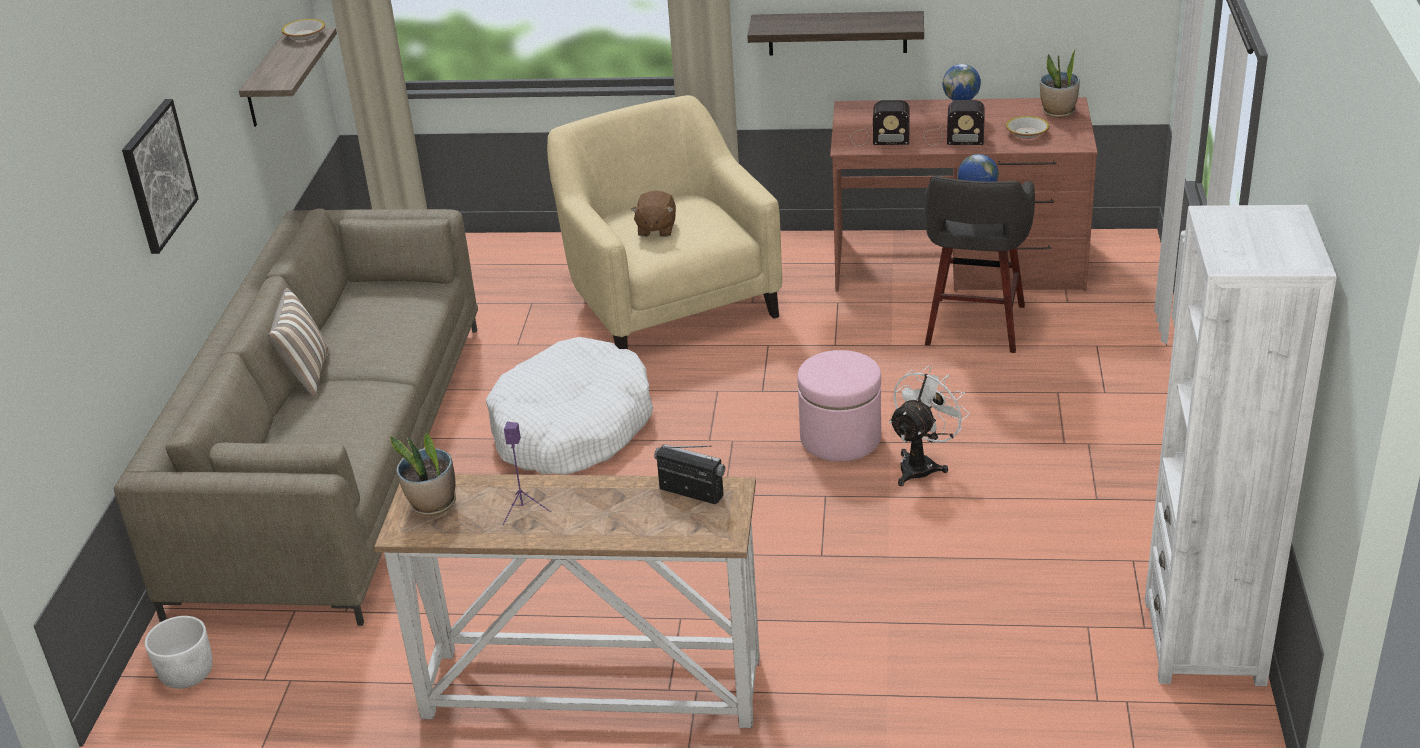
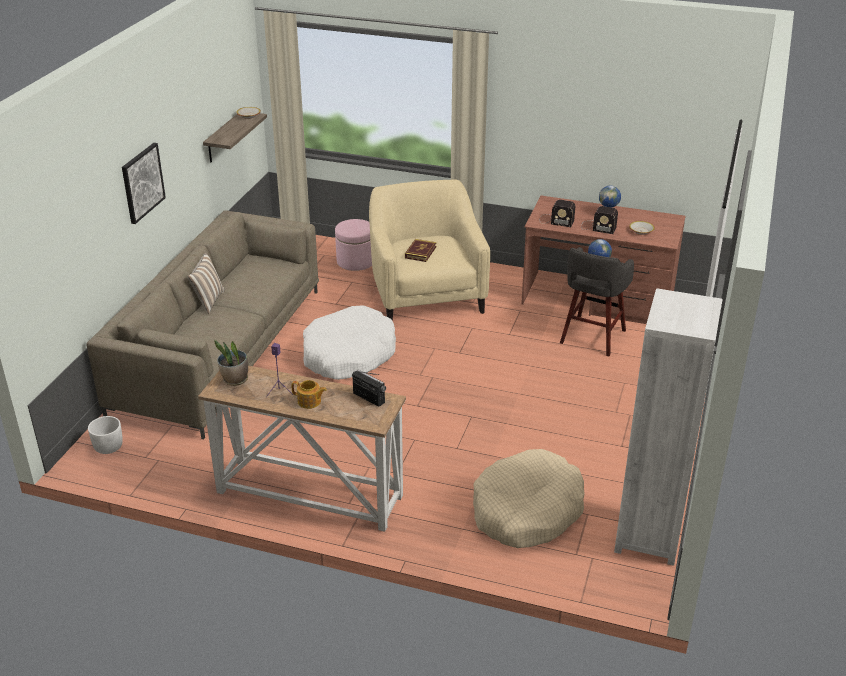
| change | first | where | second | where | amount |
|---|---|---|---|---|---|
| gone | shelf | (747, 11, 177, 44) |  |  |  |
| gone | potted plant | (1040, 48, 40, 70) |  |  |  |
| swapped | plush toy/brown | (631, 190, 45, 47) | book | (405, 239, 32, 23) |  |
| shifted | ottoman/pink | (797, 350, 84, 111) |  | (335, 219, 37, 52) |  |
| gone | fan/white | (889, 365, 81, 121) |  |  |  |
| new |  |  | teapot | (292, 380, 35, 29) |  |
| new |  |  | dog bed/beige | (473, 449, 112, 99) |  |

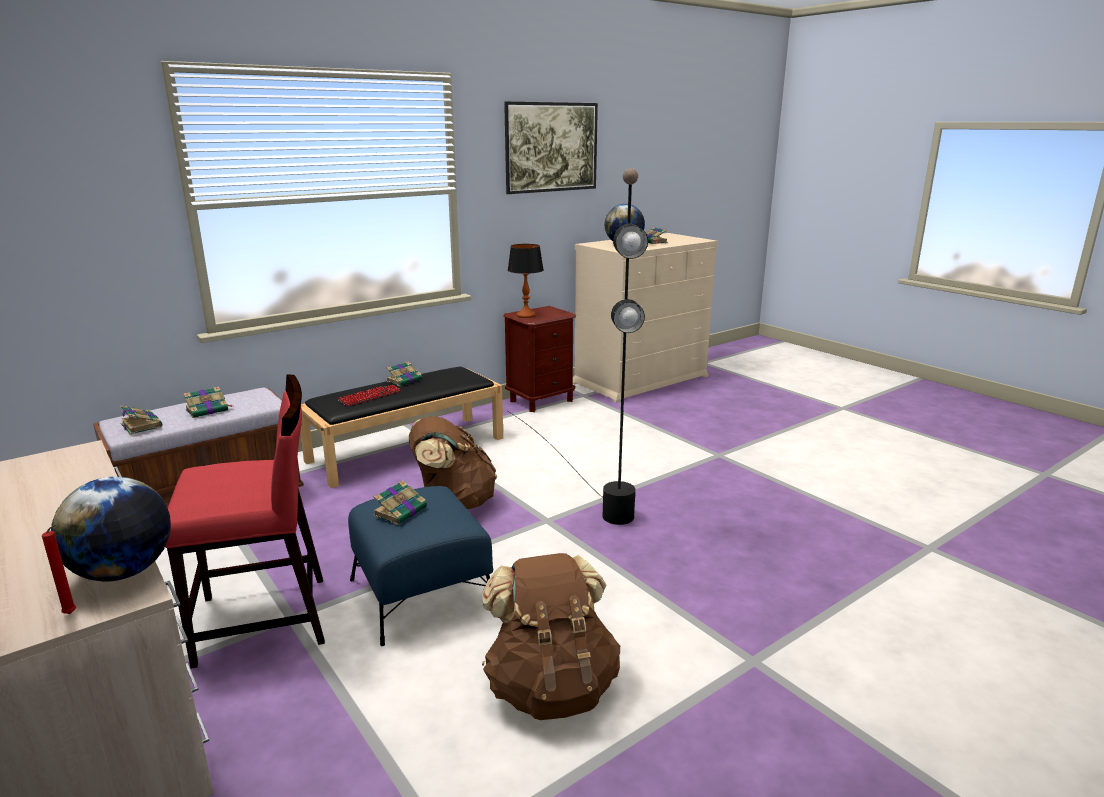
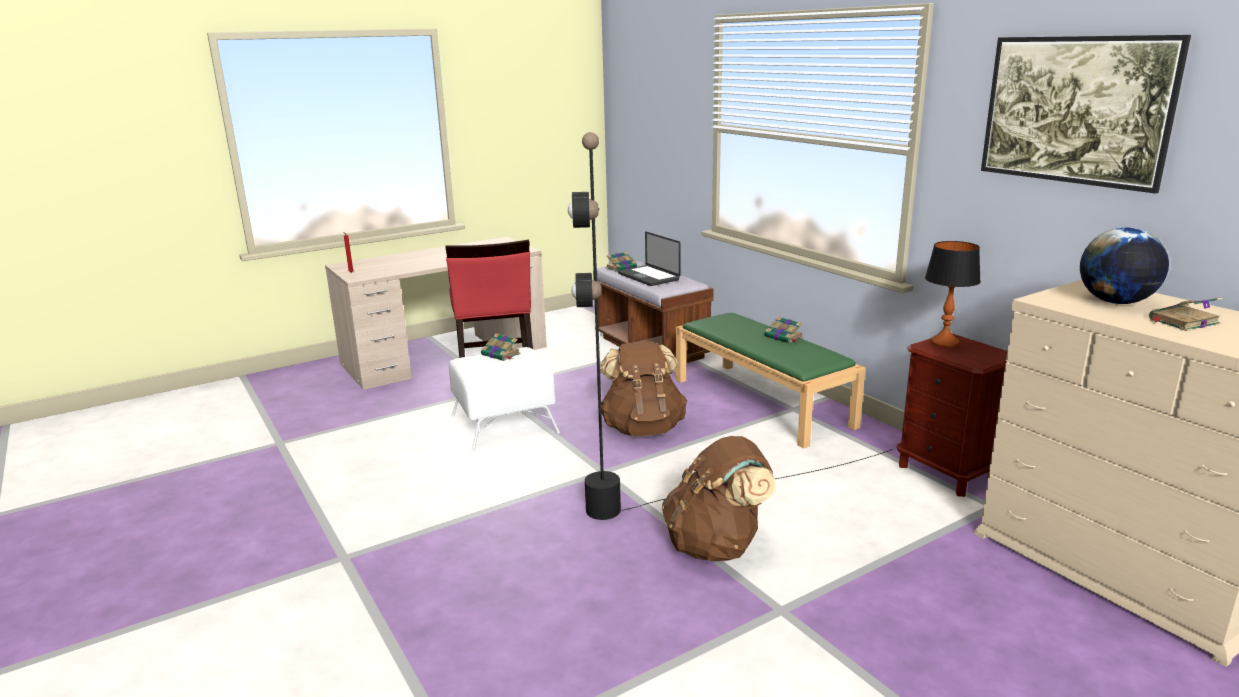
| change | first | where | second | where | amount |
|---|---|---|---|---|---|
| repainted | bench/black | (300, 366, 203, 122) | bench/green | (676, 313, 189, 136) |  |
| gone | keyboard | (338, 385, 64, 21) |  |  |  |
| swapped | book | (183, 387, 49, 31) | laptop | (618, 232, 63, 54) |  |
| gone | globe | (51, 477, 120, 105) |  |  |  |
| repainted | ottoman/blue | (348, 486, 145, 160) | ottoman/white | (449, 347, 111, 105) |  |
| shifted | backpack/brown | (482, 553, 138, 167) |  | (662, 436, 114, 125) |  |

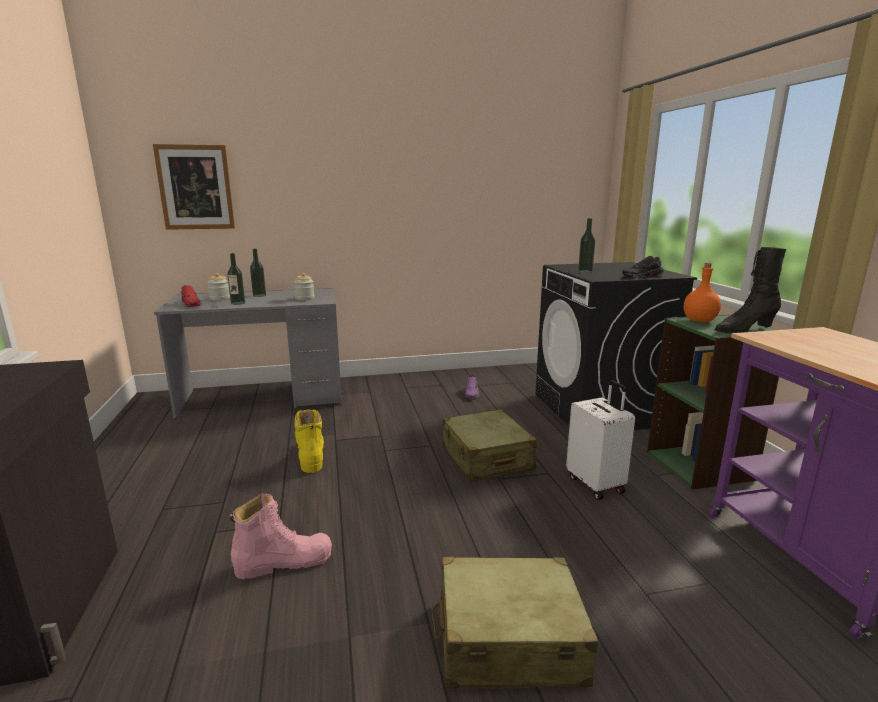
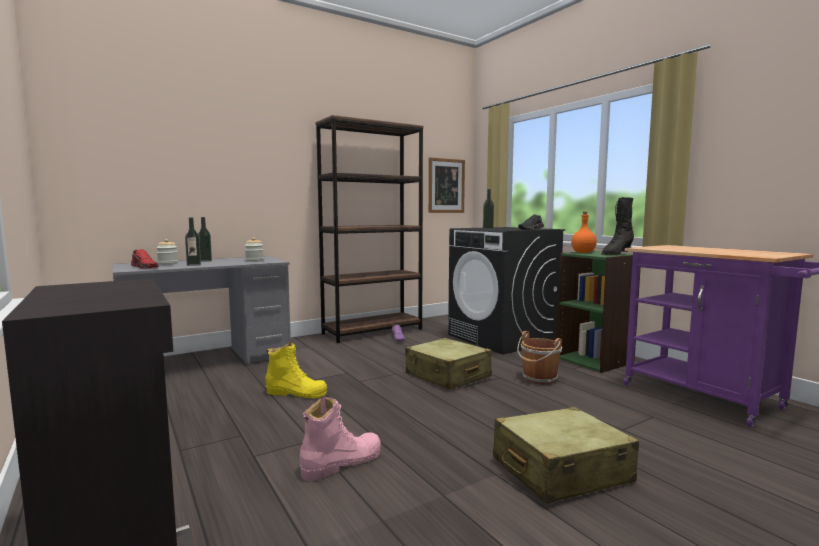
| change | first | where | second | where | amount |
|---|---|---|---|---|---|
| shifted | picture | (153, 144, 82, 86) |  | (429, 157, 36, 56) |  |
| swapped | suitcase/white | (566, 380, 69, 120) | bucket/brown | (517, 331, 45, 53) |  |
| rotated | boot/yellow | (295, 410, 29, 63) |  | (266, 343, 61, 56) | 135 degrees clockwise |
| new |  |  | bookcase/brown | (316, 115, 108, 228) |  |

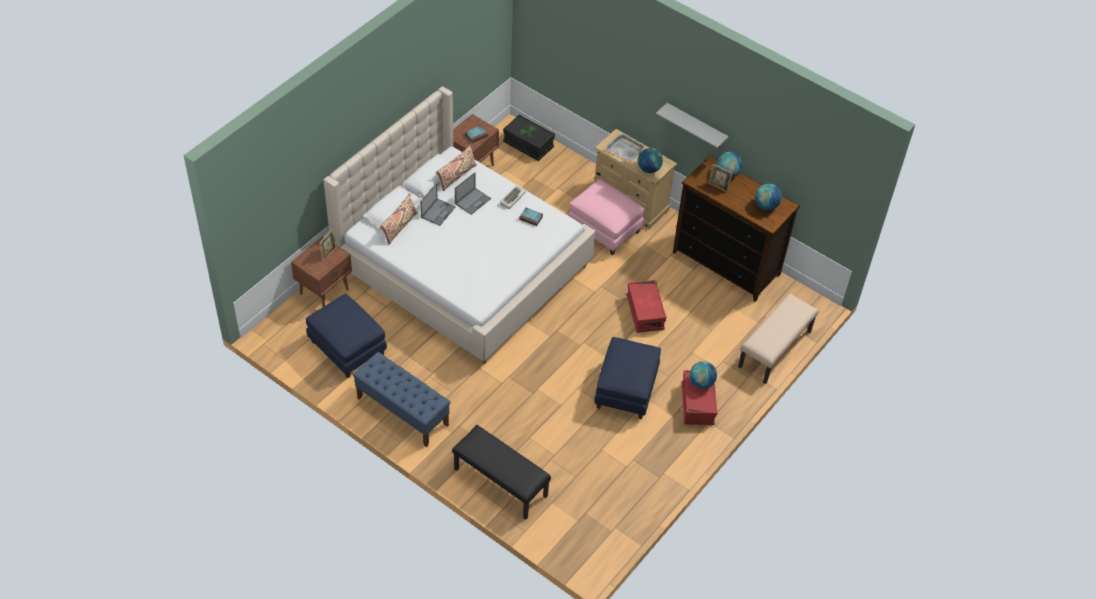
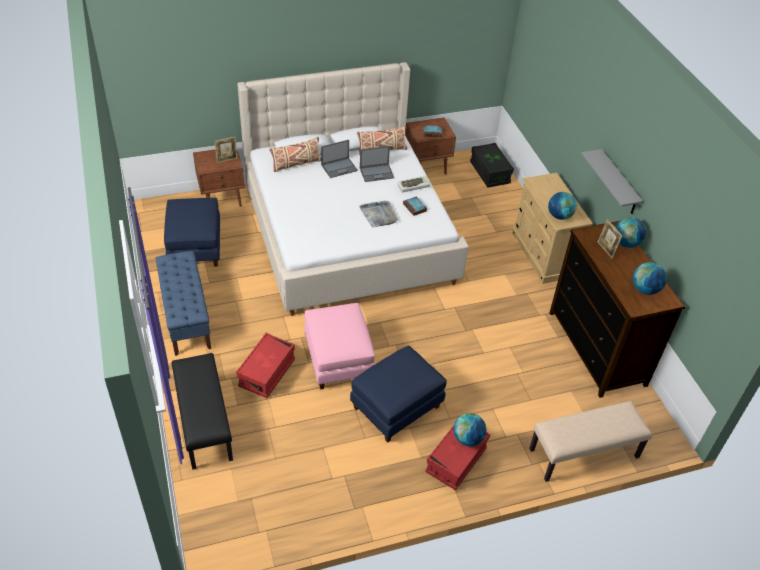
| change | first | where | second | where | amount |
|---|---|---|---|---|---|
| shifted | tray/grey | (606, 134, 38, 27) |  | (359, 201, 39, 26) |  |
| shifted | ottoman/pink | (568, 179, 77, 76) |  | (304, 303, 71, 87) |  |
| shifted | storage box/red | (627, 280, 40, 53) |  | (236, 333, 59, 65) |  |

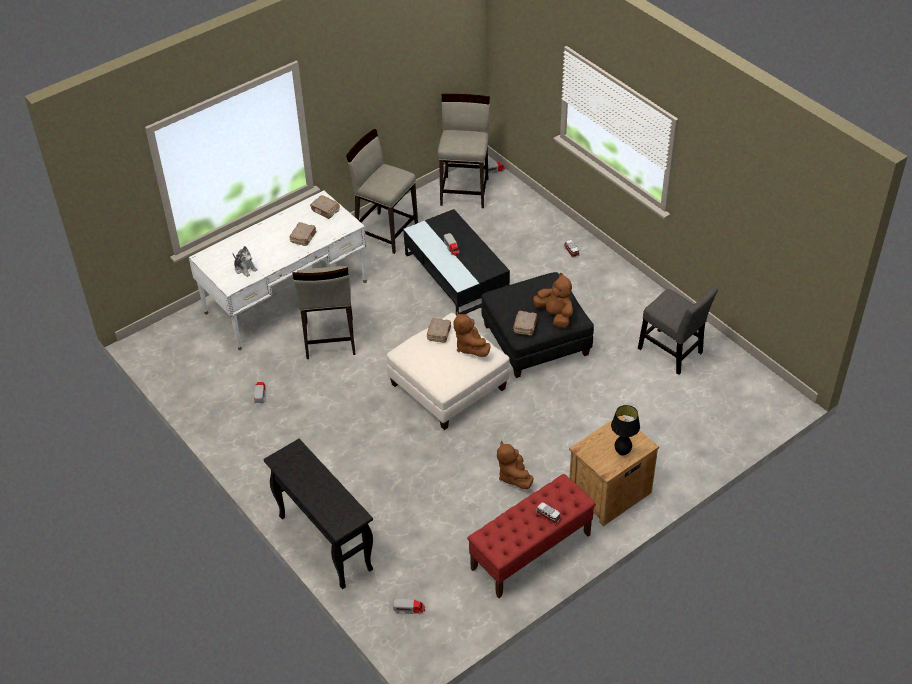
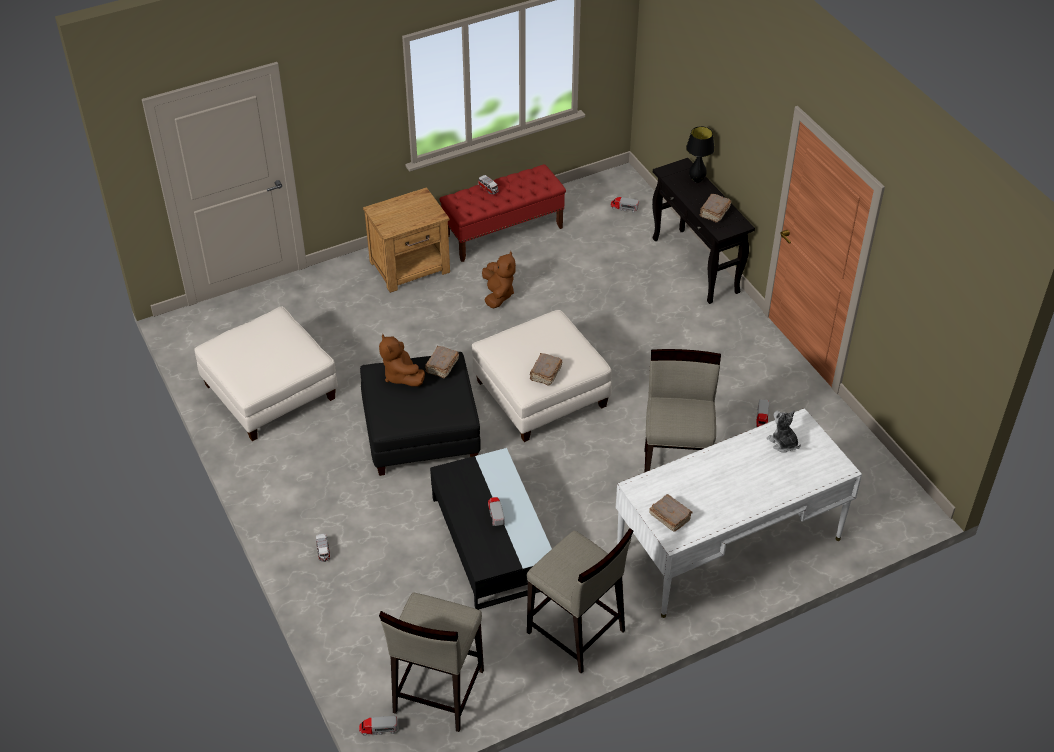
| change | first | where | second | where | amount |
|---|---|---|---|---|---|
| shifted | book/brown | (289, 222, 27, 24) |  | (700, 194, 31, 29) |  |
| swapped | chair/grey | (638, 286, 80, 89) | ottoman/white | (194, 306, 144, 135) |  |
| gone | plush toy/brown | (454, 312, 37, 45) |  |  |  |
| shifted | table lamp/black | (611, 405, 29, 50) |  | (686, 126, 29, 57) |  |

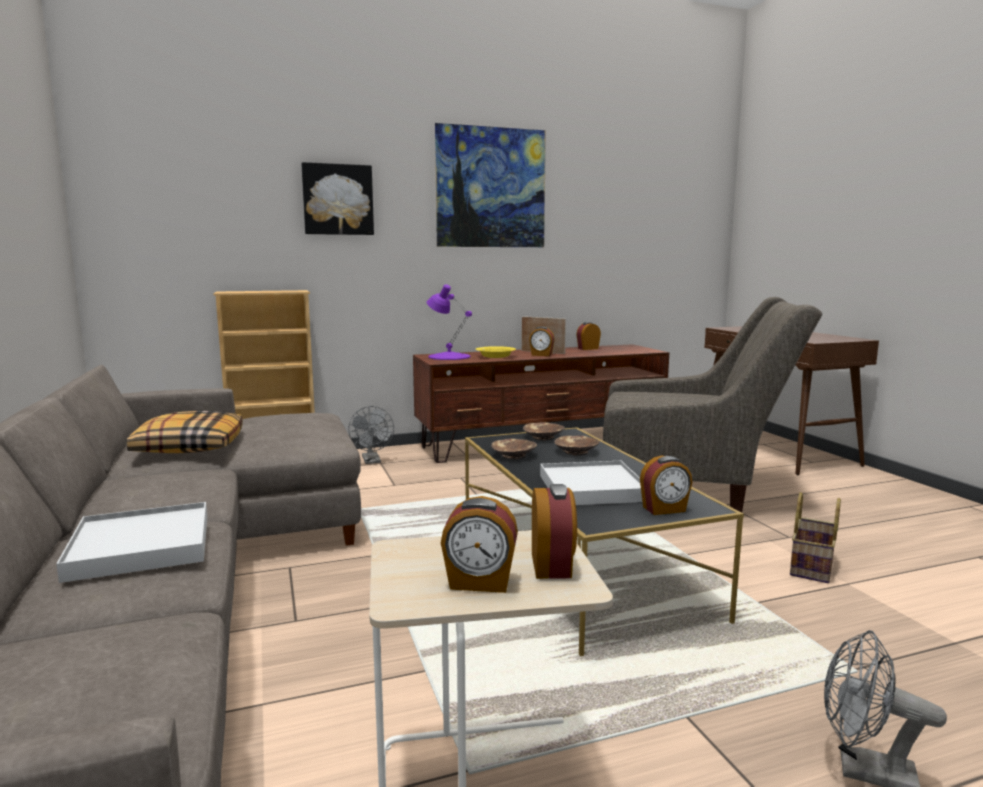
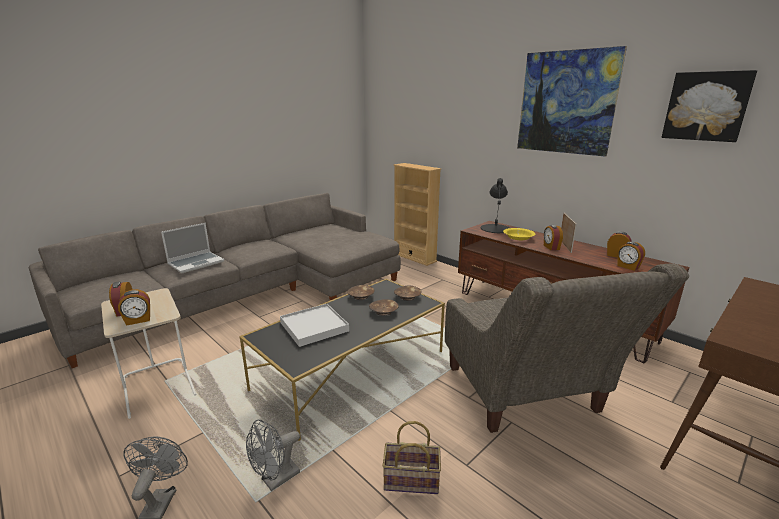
| change | first | where | second | where | amount |
|---|---|---|---|---|---|
| shifted | picture | (301, 162, 73, 73) |  | (662, 70, 95, 72) |  |
| repainted | table lamp/purple | (427, 284, 45, 76) | table lamp/black | (481, 178, 29, 55) |  |
| shifted | fan/grey | (348, 406, 46, 58) |  | (246, 419, 54, 72) |  |
| gone | pillow | (127, 411, 116, 42) |  |  |  |
| shifted | alarm clock | (640, 455, 52, 60) |  | (617, 242, 28, 29) |  |
| swapped | tray/white | (56, 502, 151, 81) | laptop | (161, 223, 63, 50) |  |

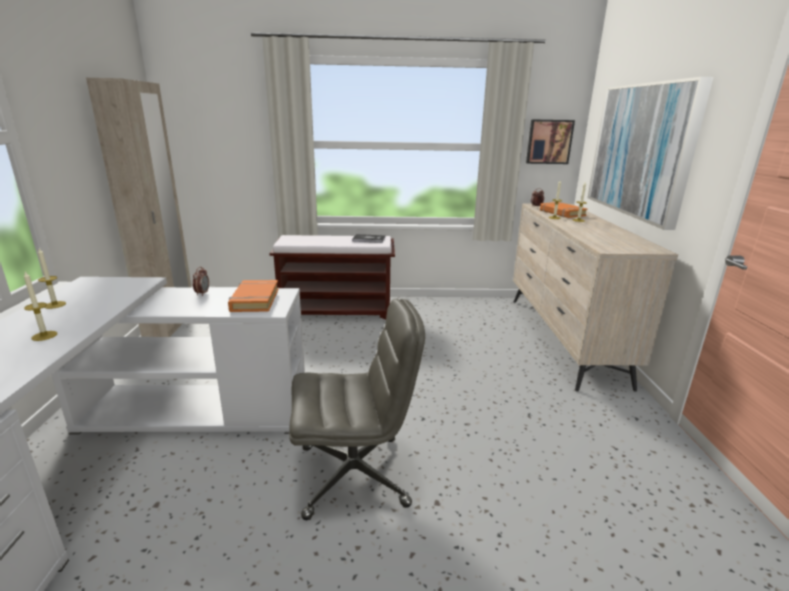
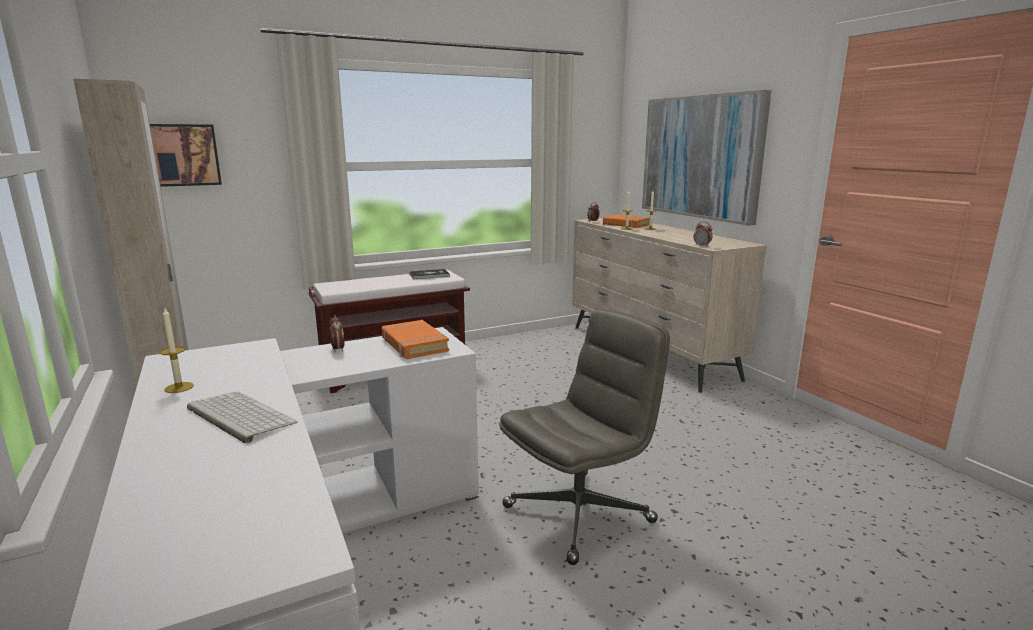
| change | first | where | second | where | amount |
|---|---|---|---|---|---|
| shifted | picture | (526, 119, 49, 45) |  | (150, 124, 72, 63) |  |
| swapped | candle | (24, 272, 33, 69) | keyboard | (187, 392, 111, 51) |  |
| new |  |  | alarm clock | (693, 221, 20, 26) |  |

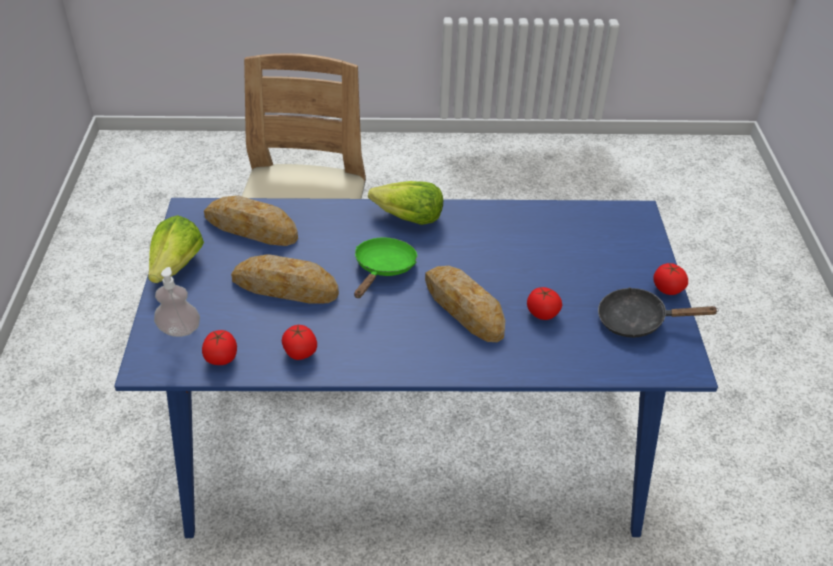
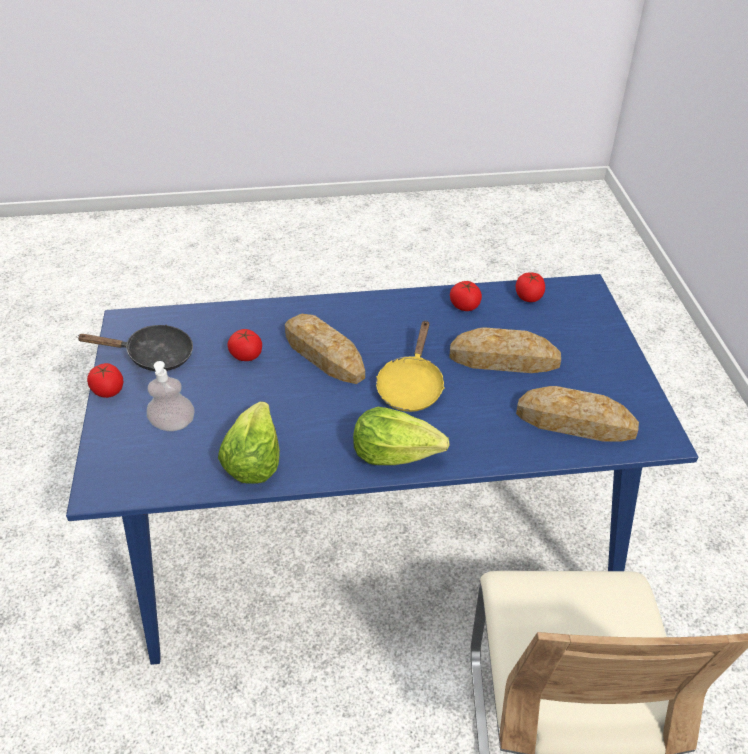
| change | first | where | second | where | amount |
|---|---|---|---|---|---|
| shifted | lettuce | (148, 215, 56, 68) |  | (218, 401, 62, 83) |  |
| repainted | frying pan/green | (354, 238, 63, 60) | frying pan/yellow | (376, 320, 69, 92) |  |
| shifted | soap dispenser | (154, 267, 46, 70) |  | (147, 361, 47, 70) |  |

